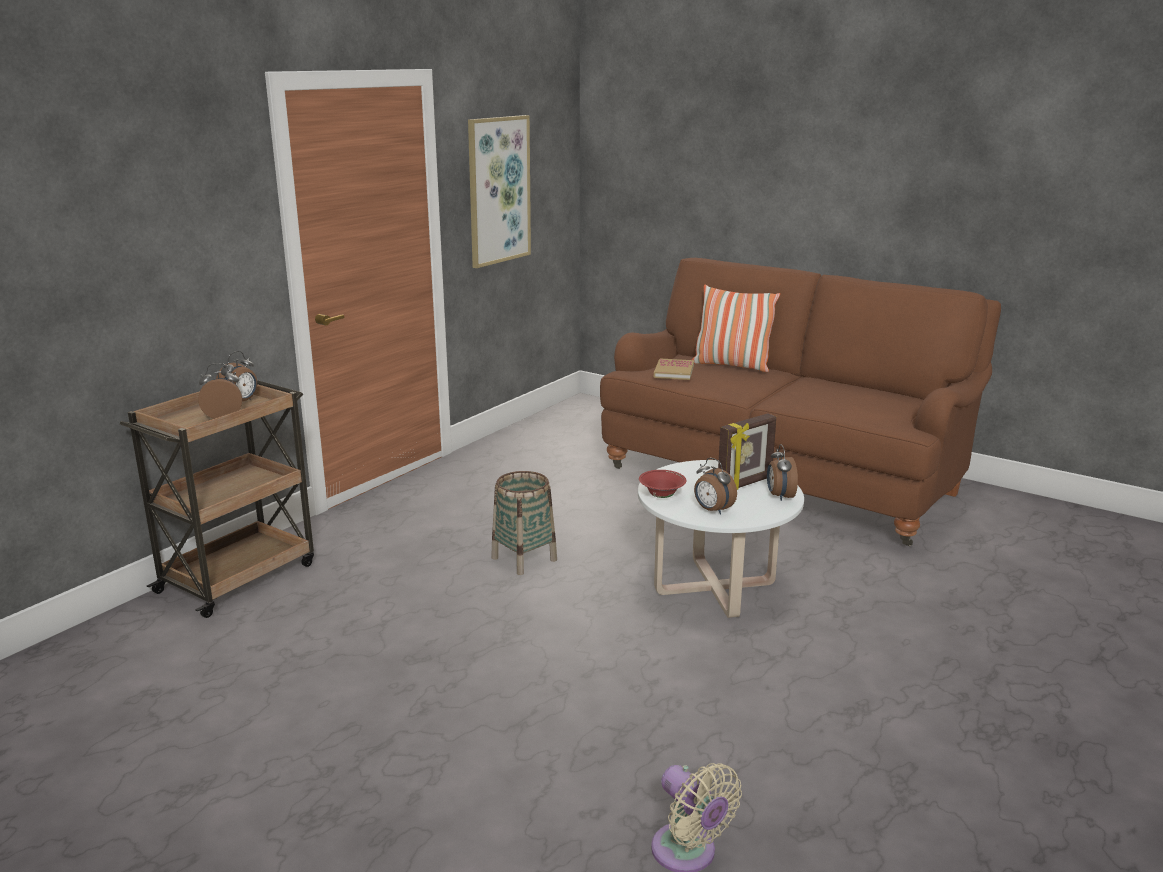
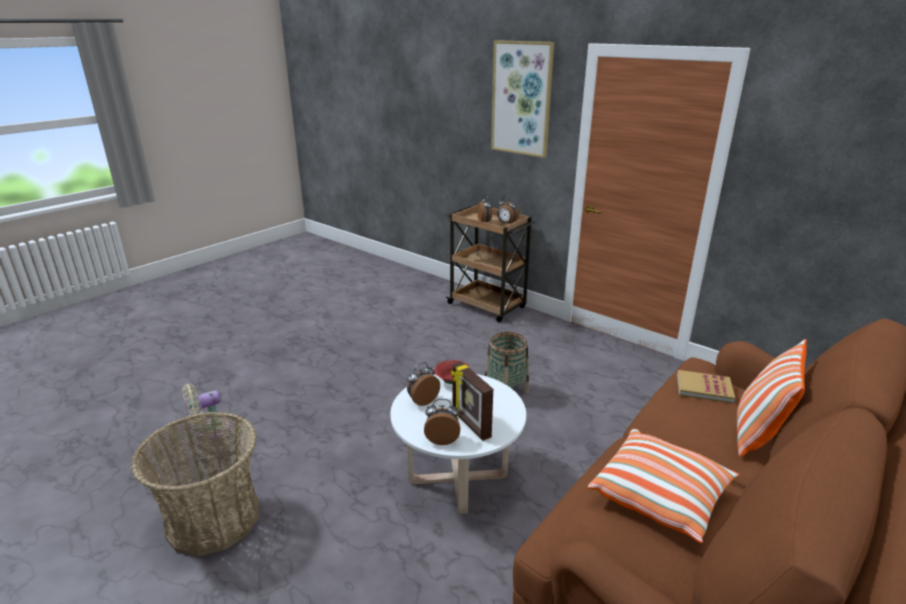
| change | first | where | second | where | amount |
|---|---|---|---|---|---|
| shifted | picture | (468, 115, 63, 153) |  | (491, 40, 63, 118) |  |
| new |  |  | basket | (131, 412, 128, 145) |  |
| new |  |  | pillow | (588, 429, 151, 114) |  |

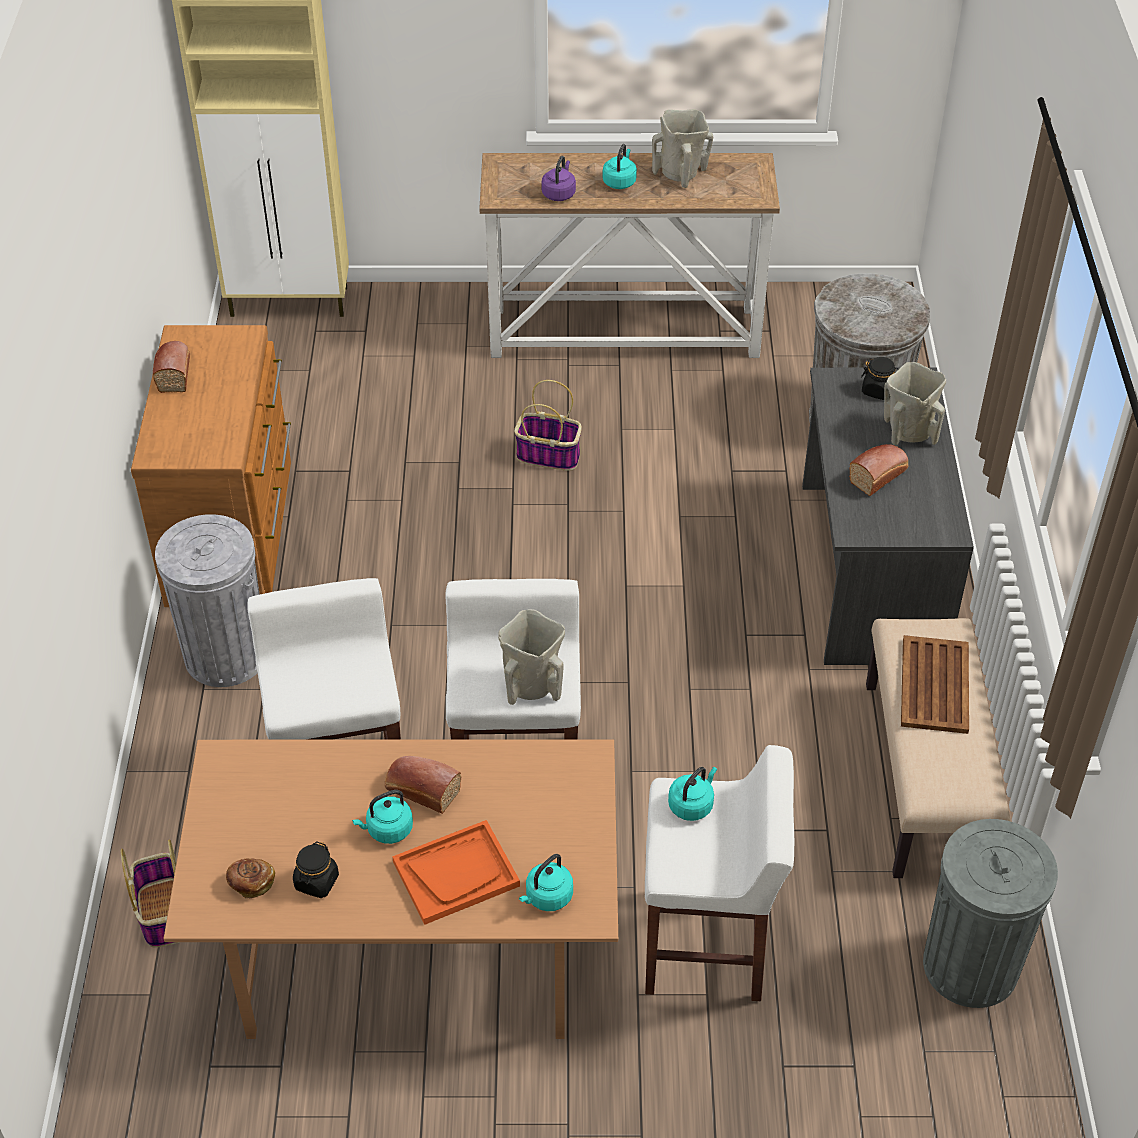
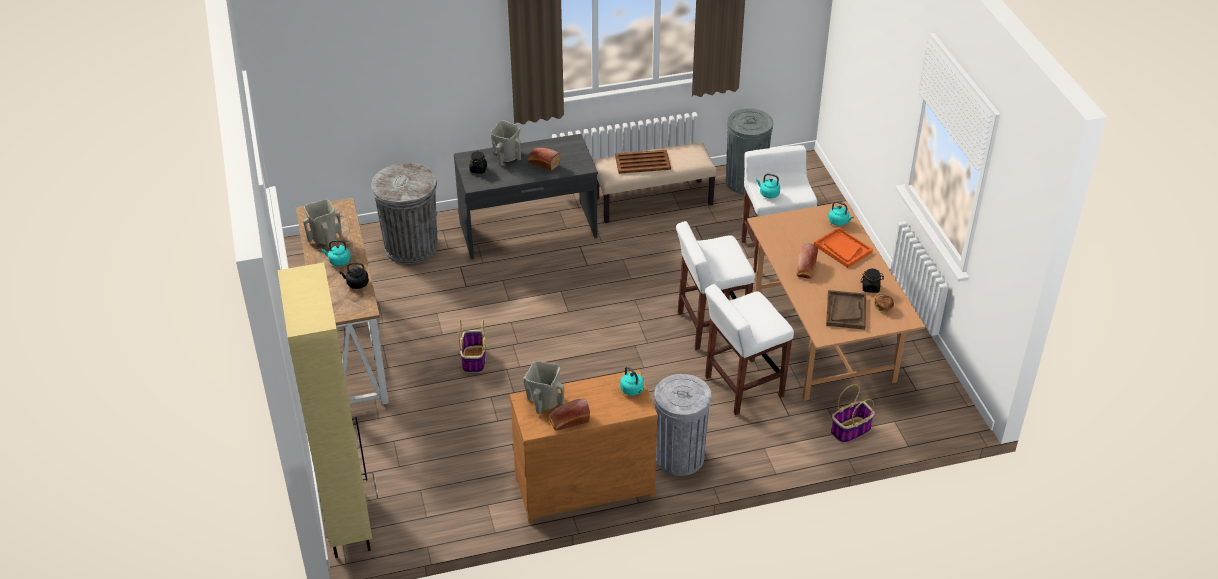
| change | first | where | second | where | amount |
|---|---|---|---|---|---|
| repainted | kettle/purple | (541, 156, 35, 45) | kettle/black | (339, 262, 30, 27) |  |
| shifted | vase/beige | (498, 609, 67, 96) |  | (523, 361, 41, 53) |  |
| shifted | kettle/turquoise | (352, 790, 61, 54) |  | (620, 367, 24, 28) |  |
| new |  |  | tray/brown | (826, 290, 40, 40) |  |

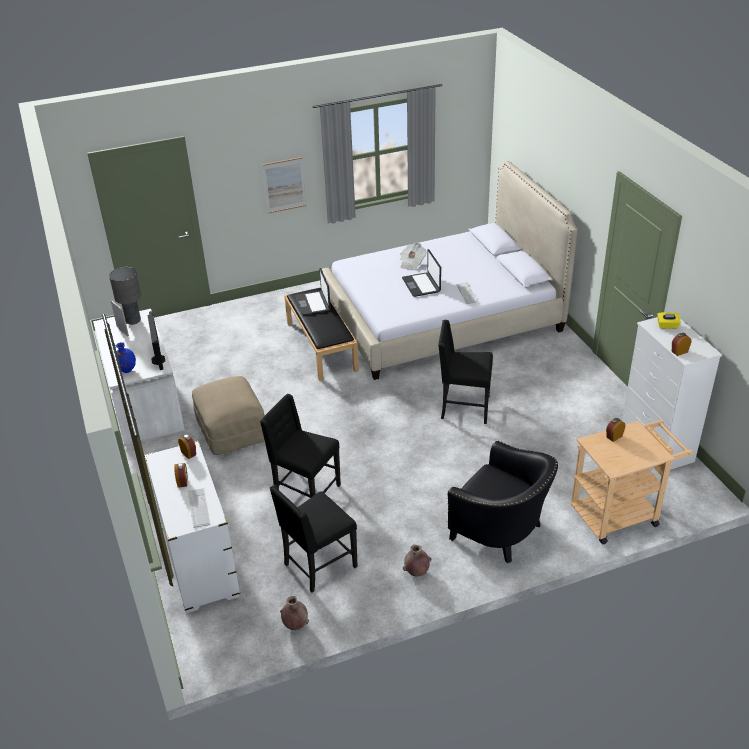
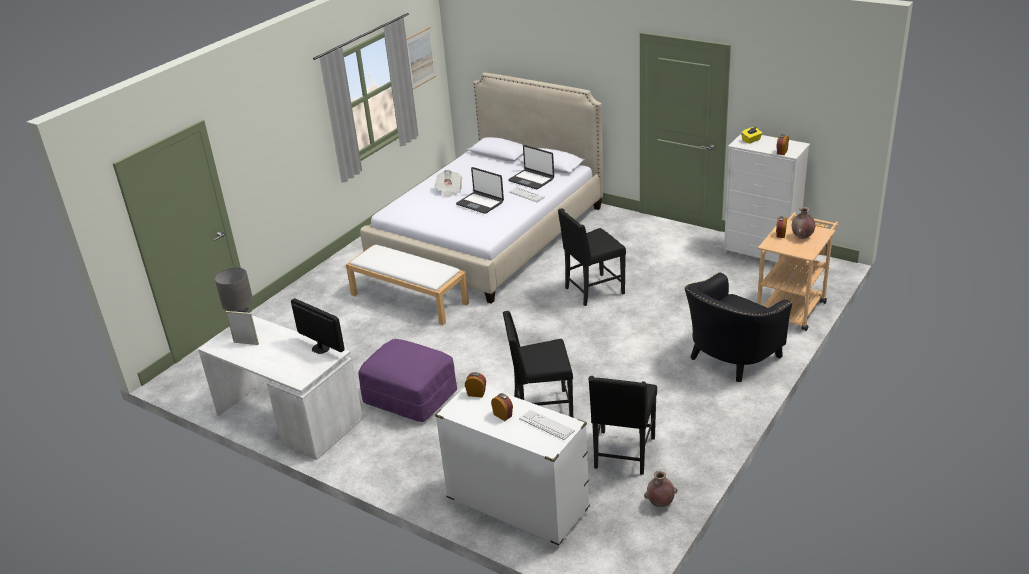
| change | first | where | second | where | amount |
|---|---|---|---|---|---|
| shifted | picture | (263, 157, 43, 57) |  | (406, 27, 30, 62) |  |
| shifted | laptop | (295, 268, 36, 47) |  | (508, 145, 46, 44) |  |
| repainted | bench/black | (284, 287, 75, 94) | bench/white | (346, 245, 123, 80) |  |
| gone | vase/blue | (116, 342, 20, 31) |  |  |  |
| repainted | ottoman/beige | (192, 376, 73, 79) | ottoman/purple | (358, 339, 99, 83) |  |
| rotated | armchair/black | (447, 440, 111, 123) |  | (685, 272, 107, 110) | 135 degrees clockwise |
| shifted | vase/brown | (403, 544, 28, 32) |  | (792, 207, 23, 32) |  |

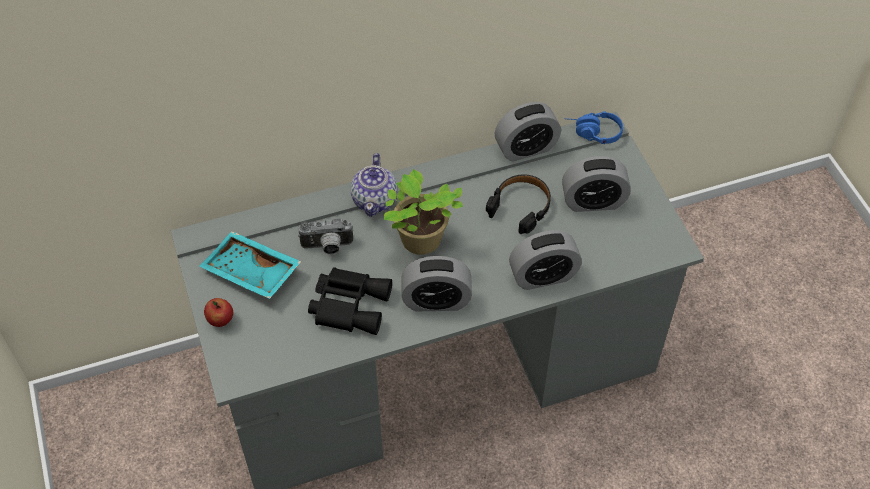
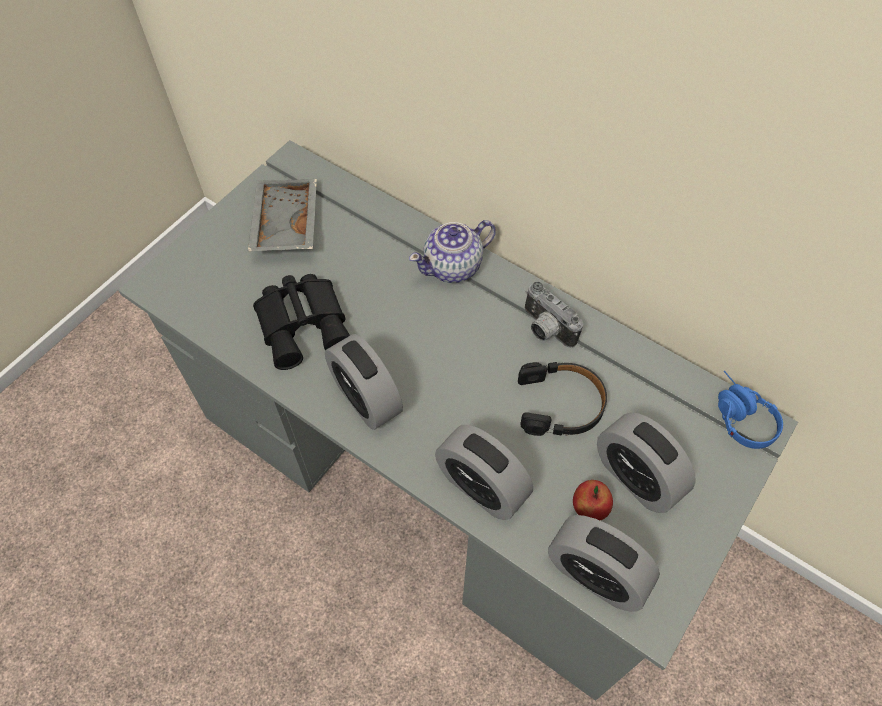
| change | first | where | second | where | amount |
|---|---|---|---|---|---|
| shifted | alarm clock | (494, 102, 67, 59) |  | (548, 515, 112, 96) |  |
| gone | potted plant | (384, 169, 79, 86) |  |  |  |
| shifted | photo camera | (298, 219, 55, 36) |  | (525, 282, 58, 66) |  |
| repainted | tray/turquoise | (199, 231, 103, 68) | tray/grey | (248, 179, 69, 72) |  |
| shifted | apple | (204, 298, 29, 29) |  | (573, 480, 40, 40) |  |

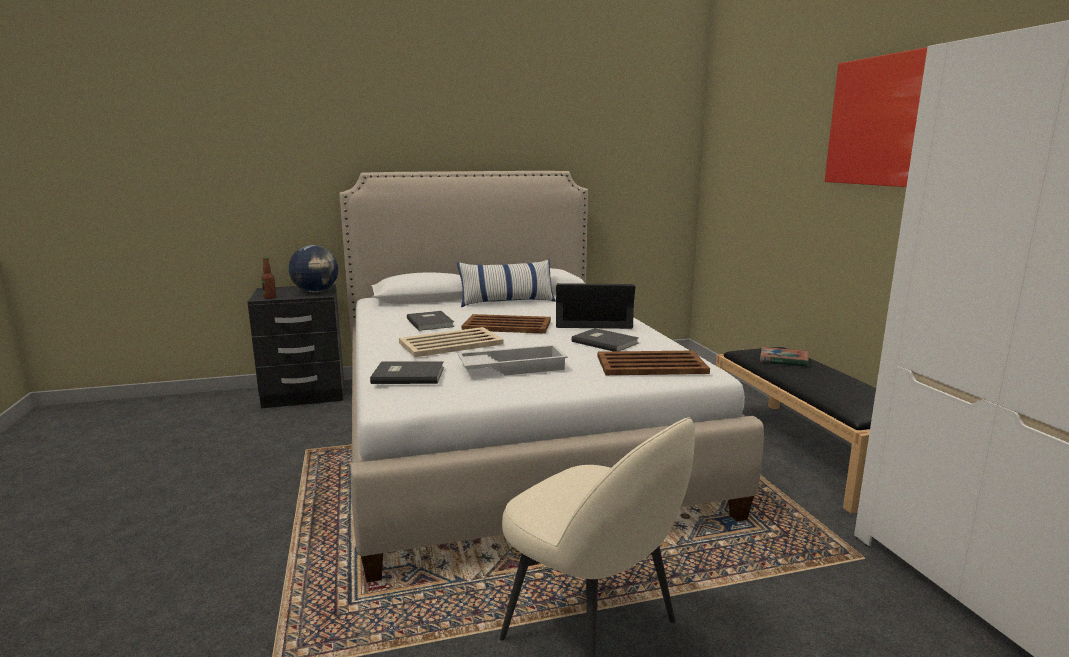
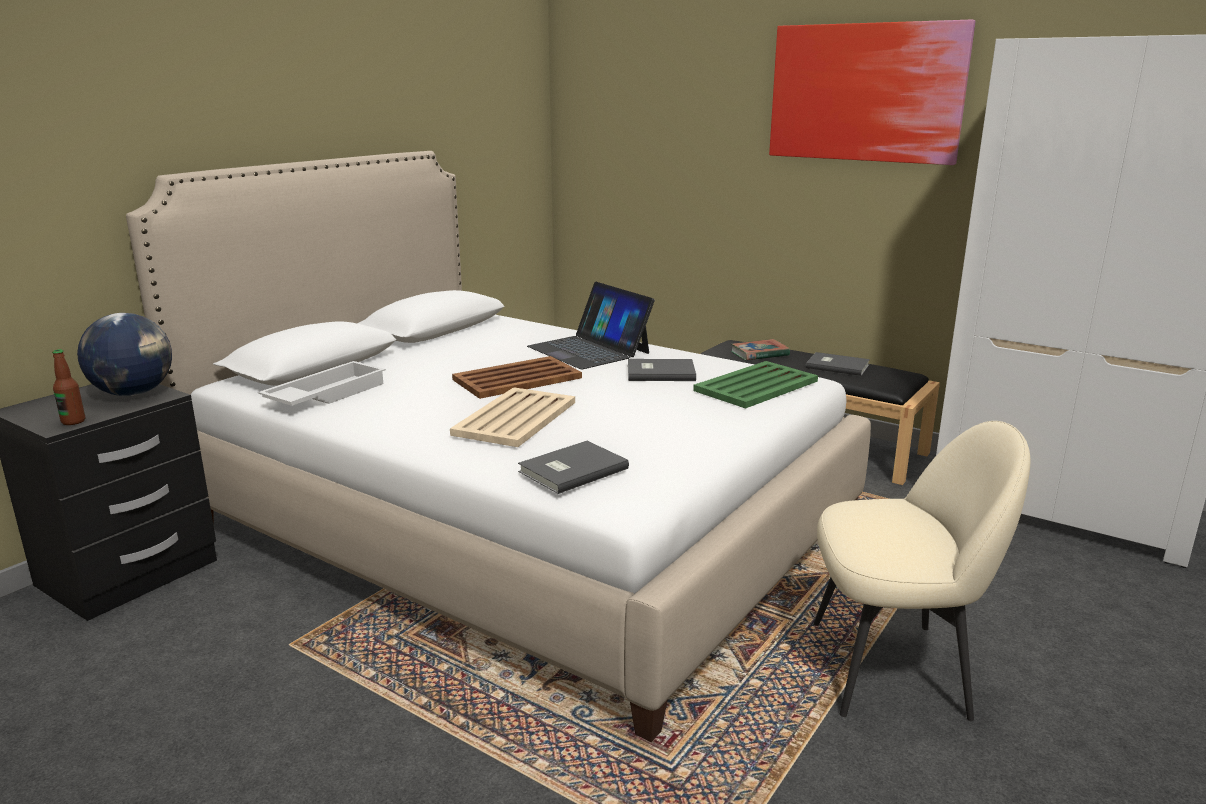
| change | first | where | second | where | amount |
|---|---|---|---|---|---|
| gone | pillow | (457, 259, 99, 48) |  |  |  |
| rotated | laptop | (556, 283, 79, 46) |  | (527, 282, 128, 87) | 90 degrees counterclockwise |
| shifted | book/grey | (407, 311, 48, 20) |  | (806, 352, 64, 24) |  |
| shifted | tray/white | (457, 345, 111, 31) |  | (258, 361, 128, 45) |  |
| repainted | tray/brown | (598, 351, 112, 24) | tray/green | (693, 361, 125, 48) |  |

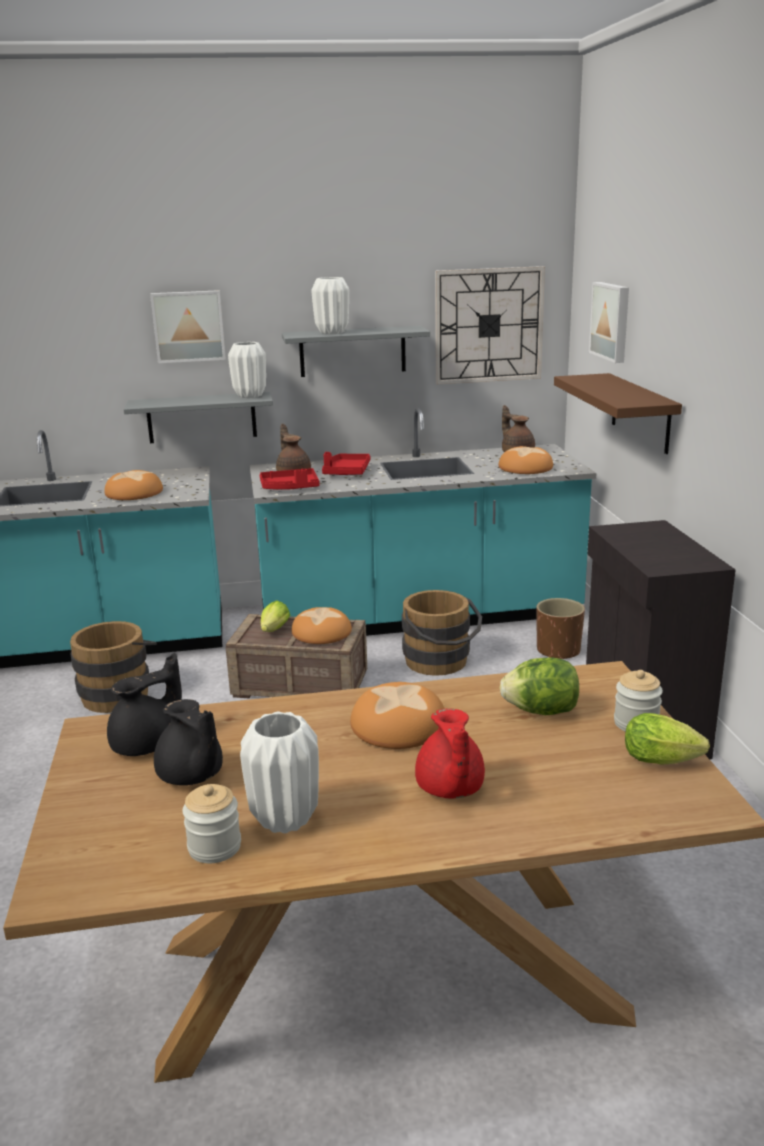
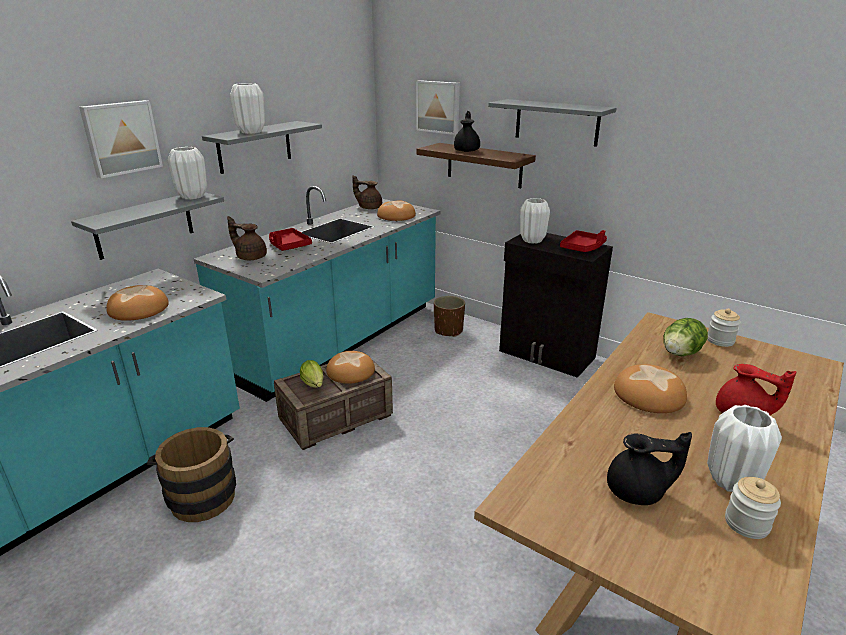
| change | first | where | second | where | amount |
|---|---|---|---|---|---|
| gone | wall clock | (435, 266, 110, 118) |  |  |  |
| shifted | tray/red | (260, 468, 60, 22) |  | (560, 230, 47, 22) |  |
| gone | bucket/brown | (402, 590, 80, 86) |  |  |  |
| shifted | teapot/black | (107, 653, 75, 103) |  | (454, 111, 26, 41) |  |
| gone | lettuce | (625, 713, 85, 52) |  |  |  |
| new |  |  | shelf/grey | (488, 99, 129, 48) |  |
| new |  |  | vase/white | (520, 198, 30, 46) |  |

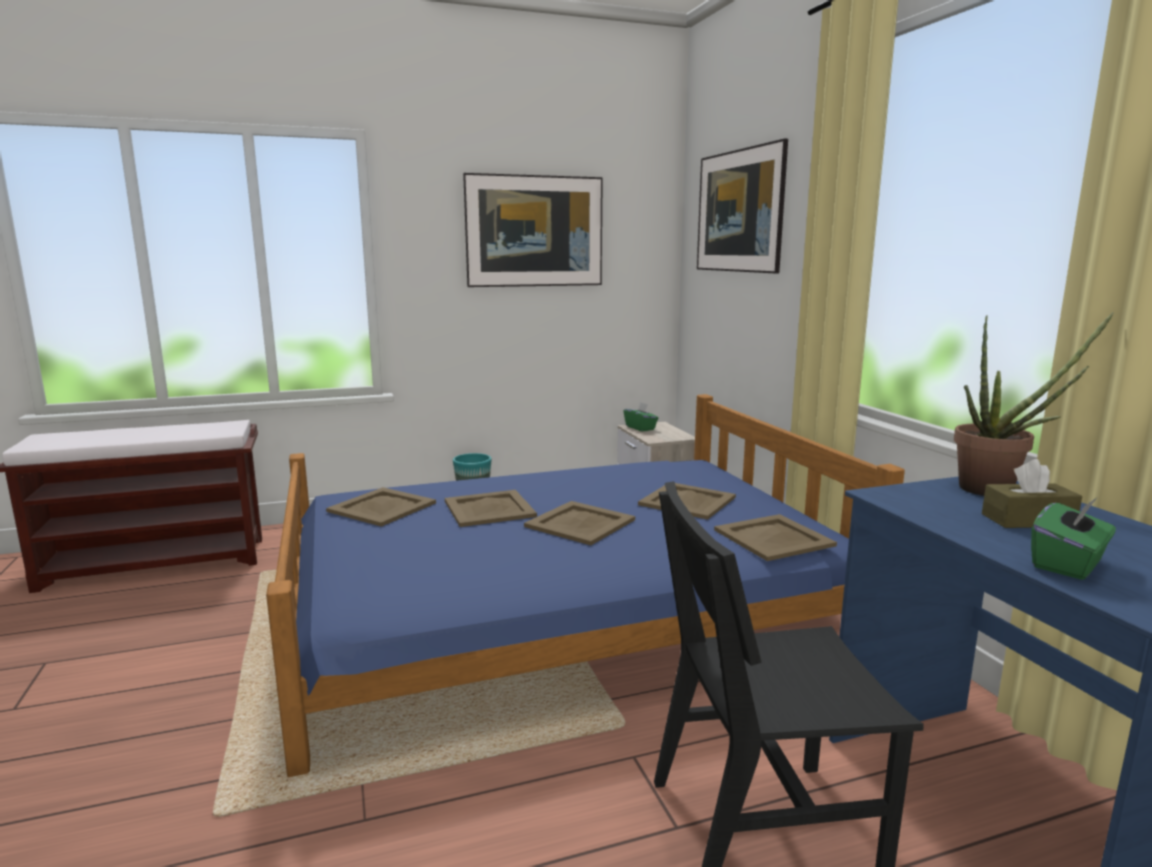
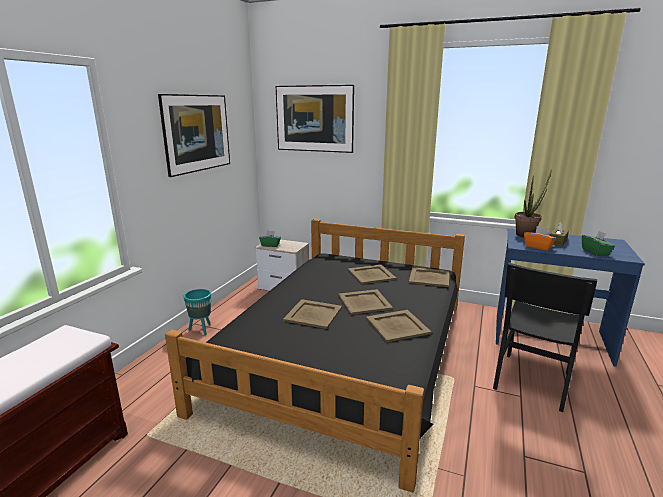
| change | first | where | second | where | amount |
|---|---|---|---|---|---|
| repainted | bed/blue | (266, 394, 639, 383) | bed/black | (165, 219, 300, 274) |  |
| shifted | tray/beige | (326, 487, 110, 40) |  | (366, 310, 66, 33) |  |
| new |  |  | tissue box/orange | (524, 226, 32, 25) |  |

